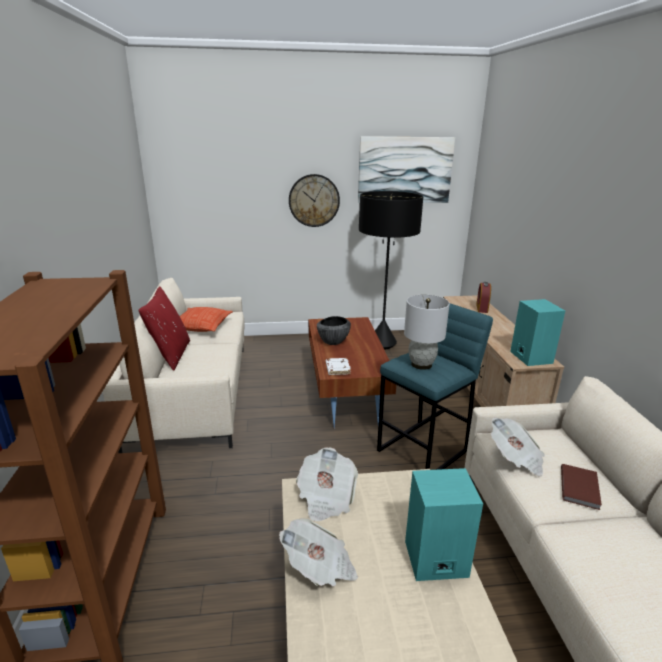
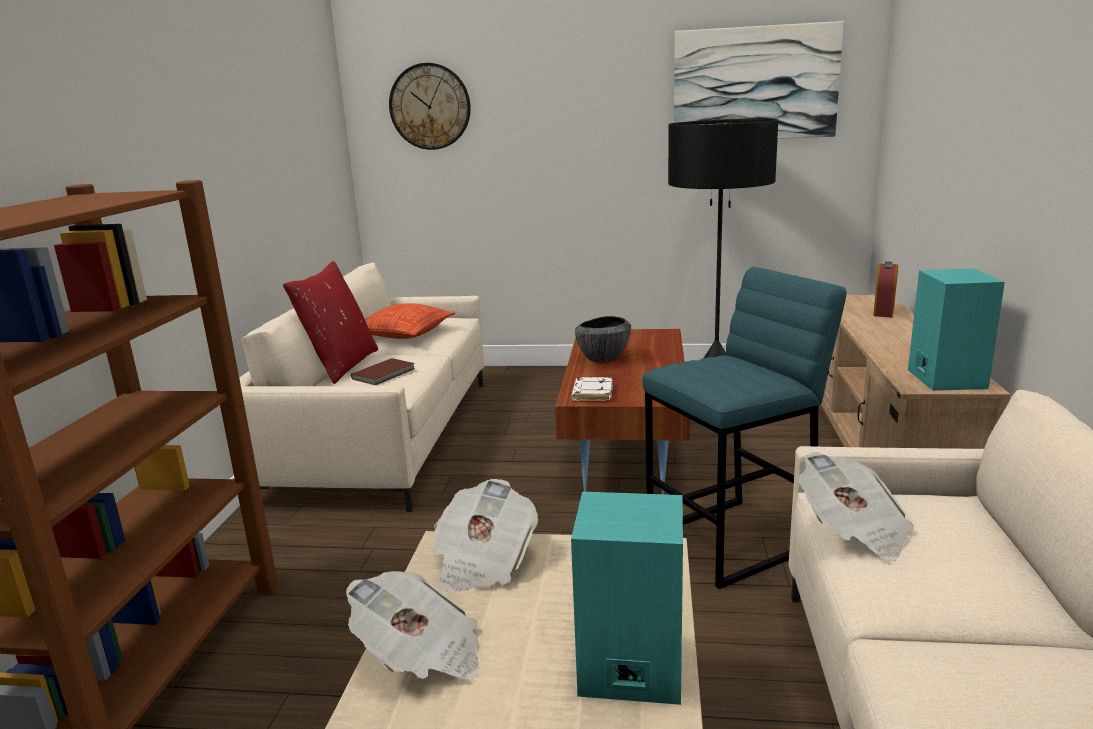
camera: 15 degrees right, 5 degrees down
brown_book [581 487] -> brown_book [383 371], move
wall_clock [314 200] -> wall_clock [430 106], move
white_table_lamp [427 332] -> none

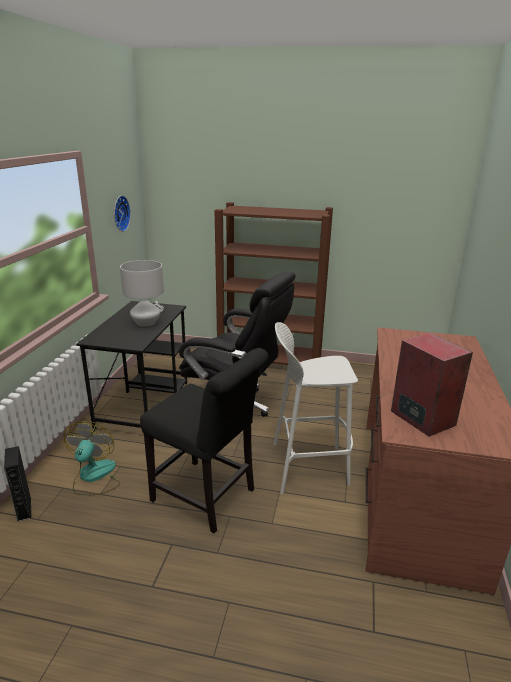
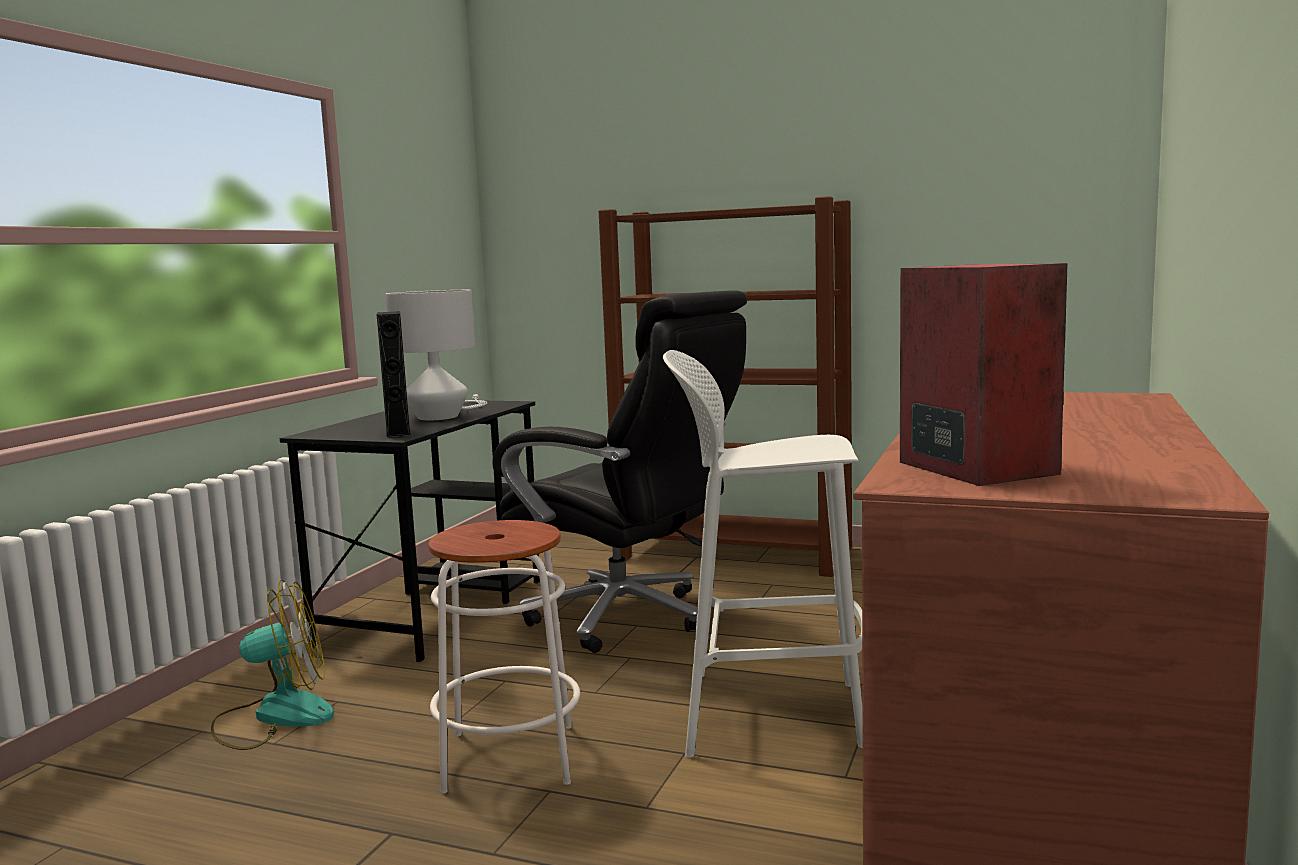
camera: 10 degrees right, 15 degrees down
fan [92 458] -> fan [272 664], 60 degrees clockwise
black_speaker [17 484] -> black_speaker [394 374], move
black_chair [204 440] -> white_stool [504 657]
wall_clock [122 214] -> none

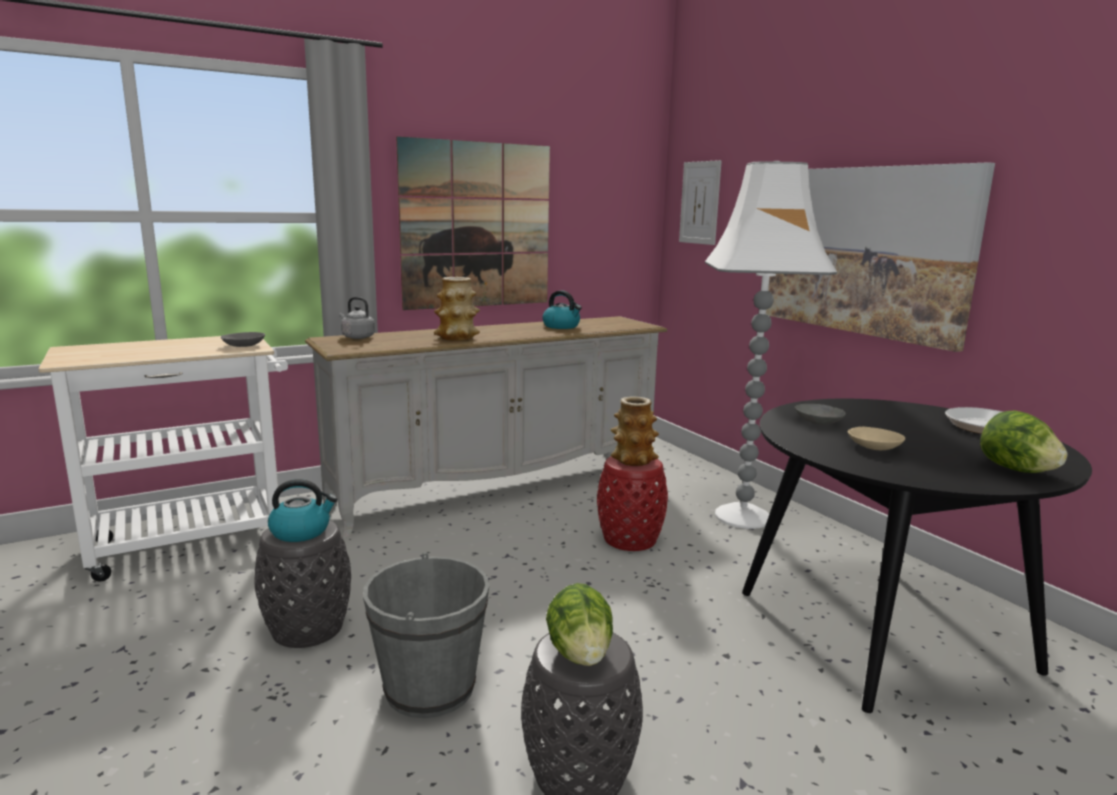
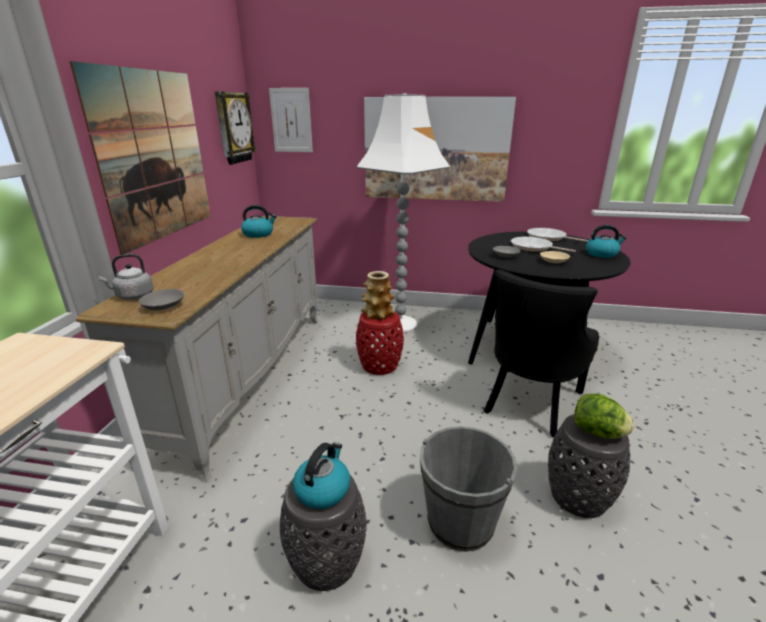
camera: 50 degrees left, 10 degrees up
grey_bowl [243 339] -> grey_bowl [161 300], move
none -> wall_clock [235 128]
none -> black_chair [541 354]
none -> frying_pan [543 244]
lettuce [1024 442] -> kettle [606 241]
vase [457 309] -> none

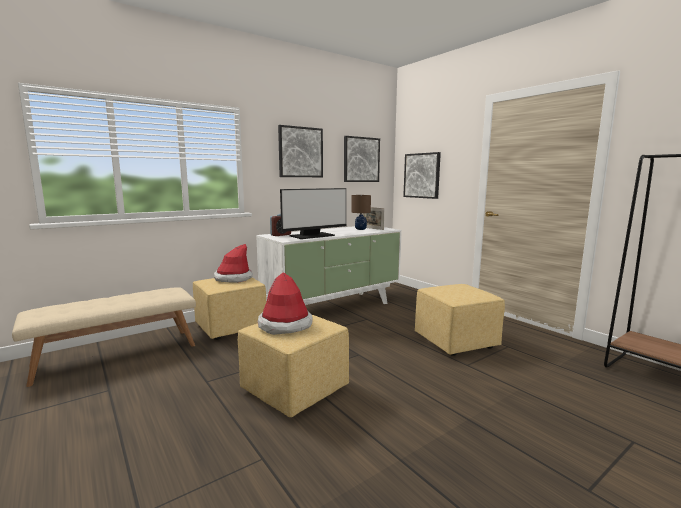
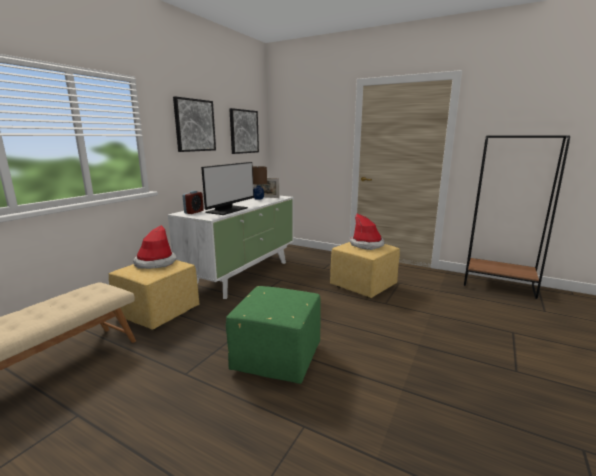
camera: 25 degrees left, 5 degrees up
yellow_ottoman [293 366] -> green_ottoman [273 335]
hat [285 303] -> hat [367 231], move
picture [422 175] -> none

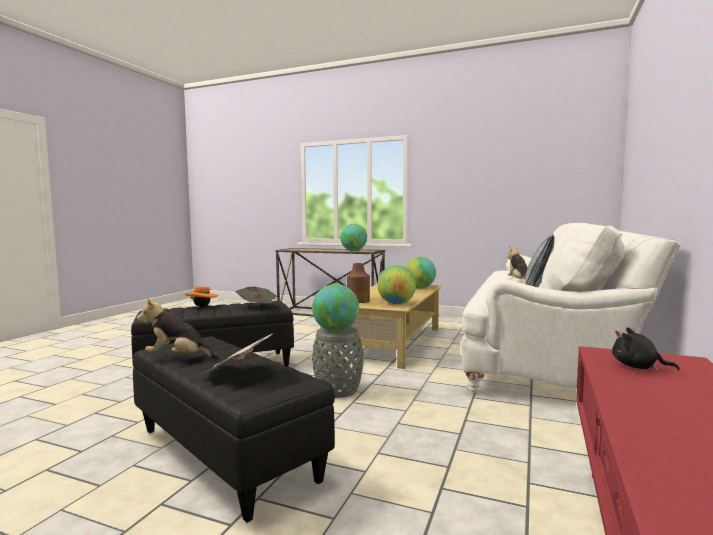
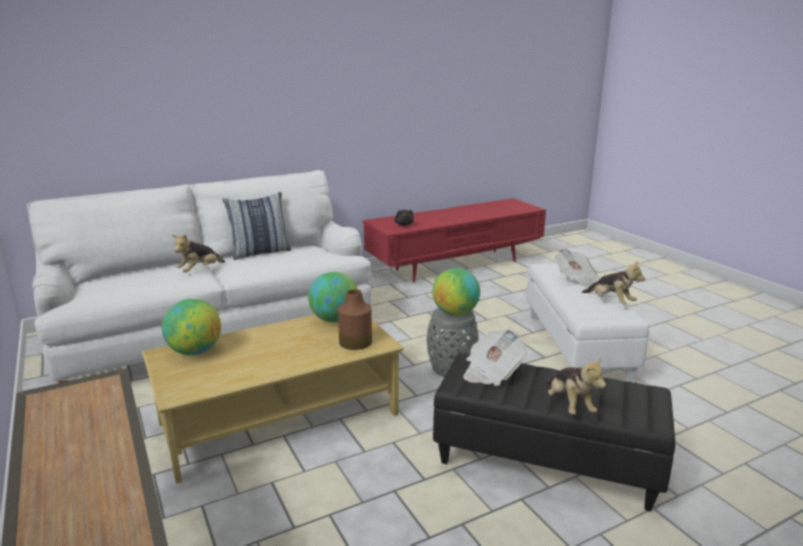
camera: 140 degrees left, 15 degrees up
black_ottoman [234 430] -> white_ottoman [587 322]
orange_hat [201 297] -> plush_toy [575 386]
globe [353 237] -> none

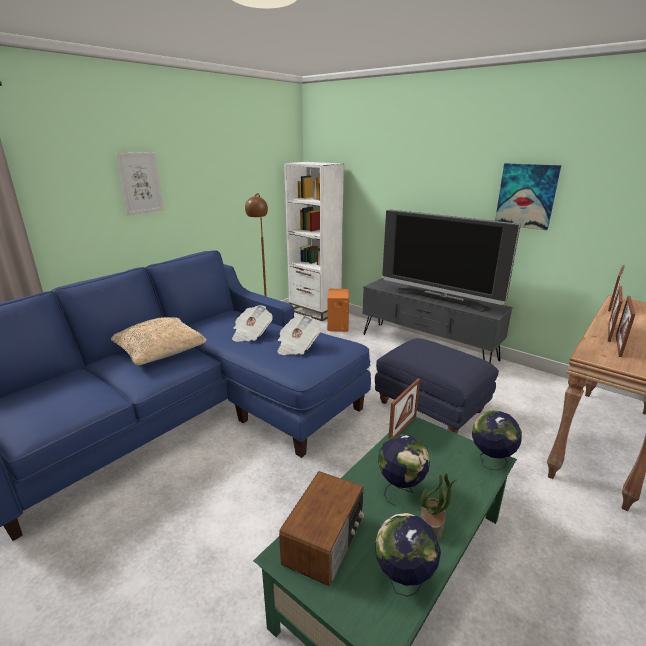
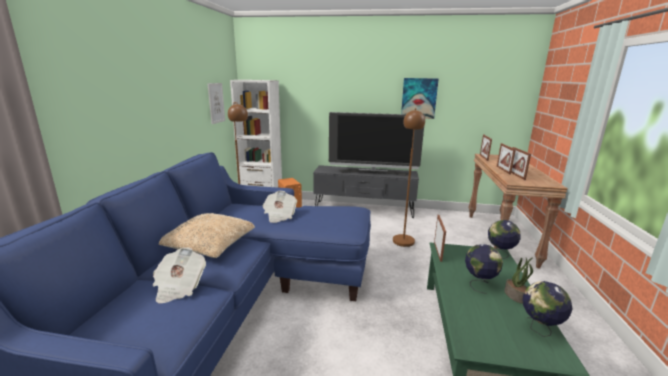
camera: 30 degrees left, 5 degrees down
newspaper [298 335] -> newspaper [179 275], move
picture [140 183] -> picture [216 103], move
blue_ottoman [437 386] -> brown_floor_lamp [409 177]
radio [322 529] -> none

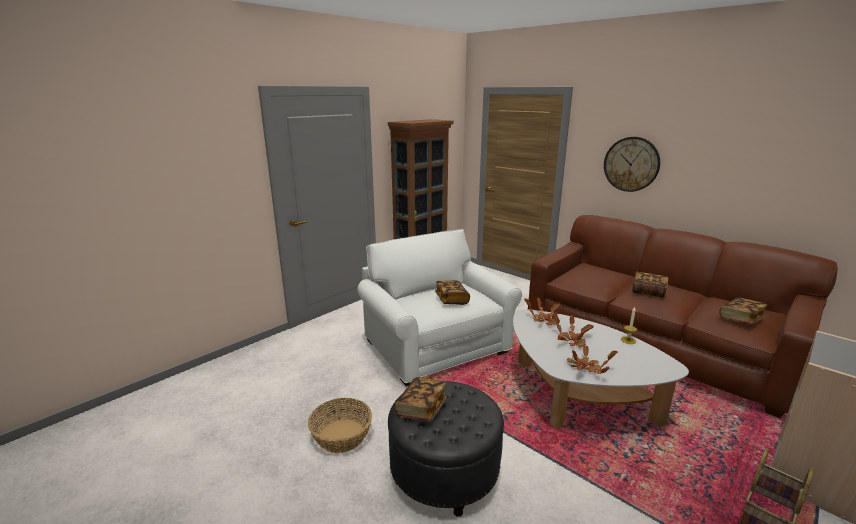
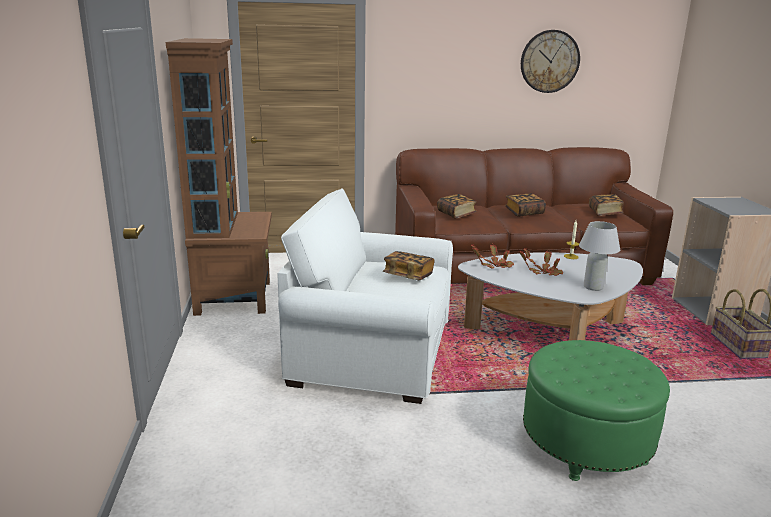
camera: 50 degrees left, 0 degrees up
book [421 399] -> book [457 206], move
wall_clock [632 164] -> wall_clock [550 61], move
black_ottoman [446 449] -> green_ottoman [596 410]
potted_plant [592 359] -> white_table_lamp [599 256]
basket [340 425] -> none

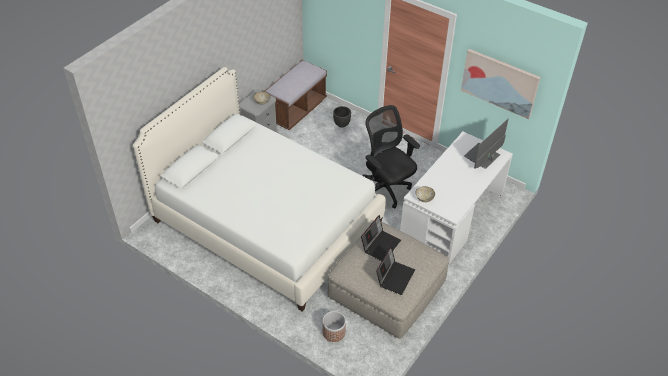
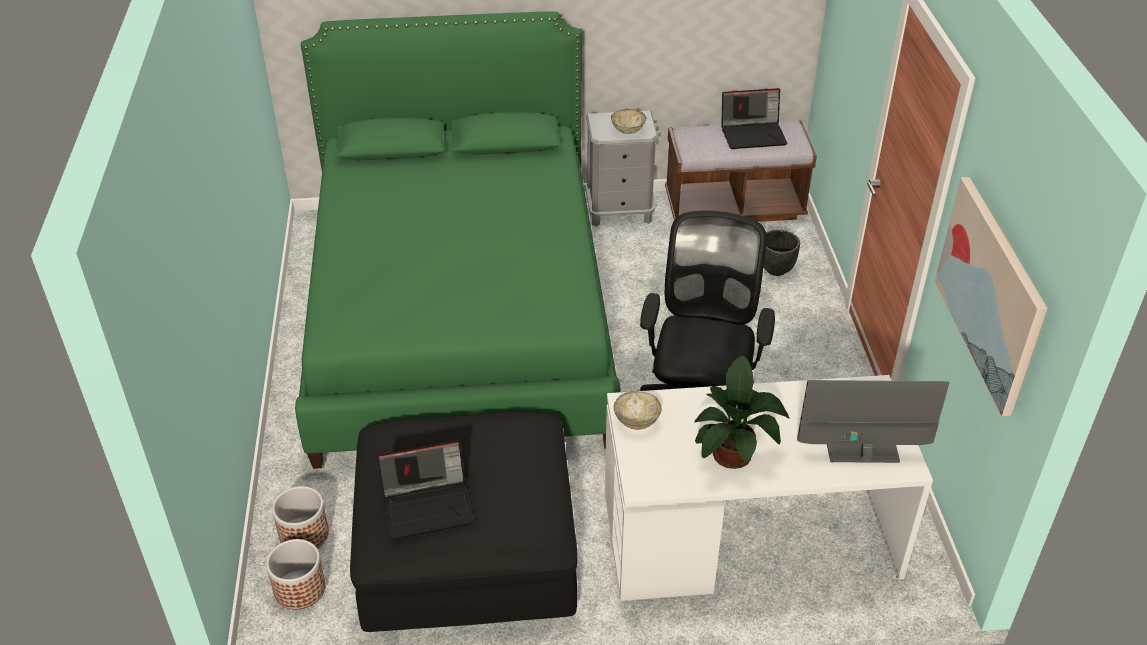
camera: 50 degrees right, 5 degrees down
none -> planter [296 574]
white_bed [259 189] -> green_bed [458 240]
beige_ottoman [388 280] -> black_ottoman [464 521]
none -> potted_plant [741 412]
laptop [381 238] -> laptop [754 118], move

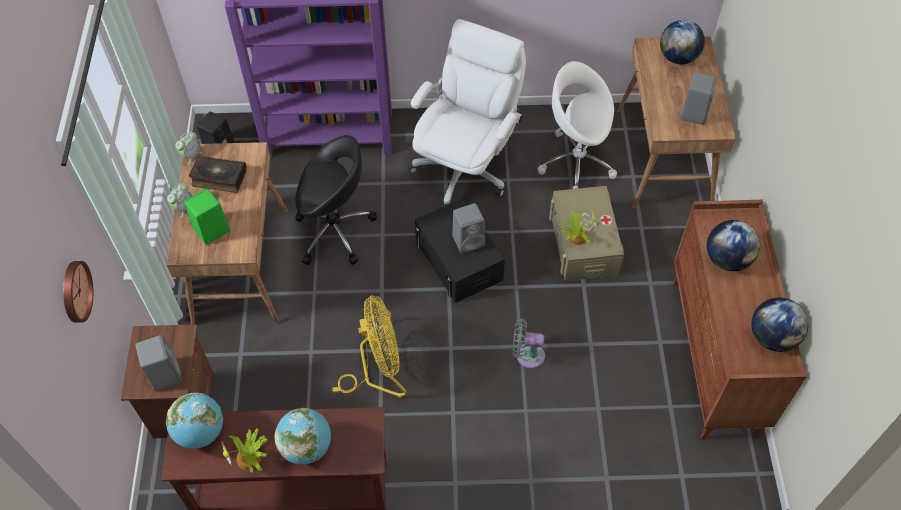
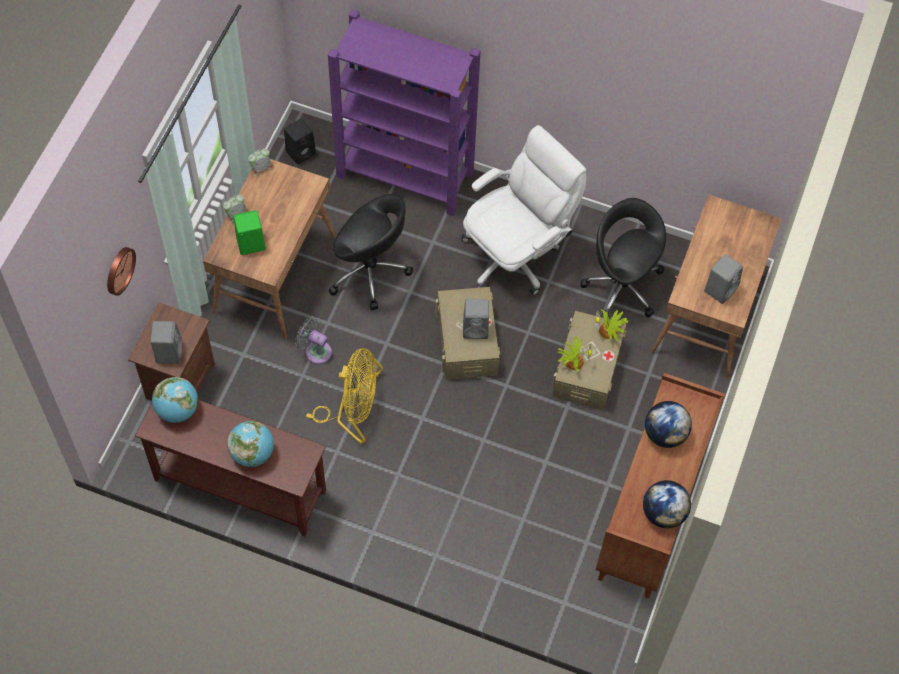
camera: 20 degrees right, 5 degrees up
grey_fan [529 344] -> grey_fan [313 340], move
black_storage_box [460 250] -> beige_storage_box [468 333]
white_office_chair [577 125] -> black_office_chair [623 258]
potted_plant [244 450] -> potted_plant [611 325], move
book [218 174] -> none
globe [682 42] -> none

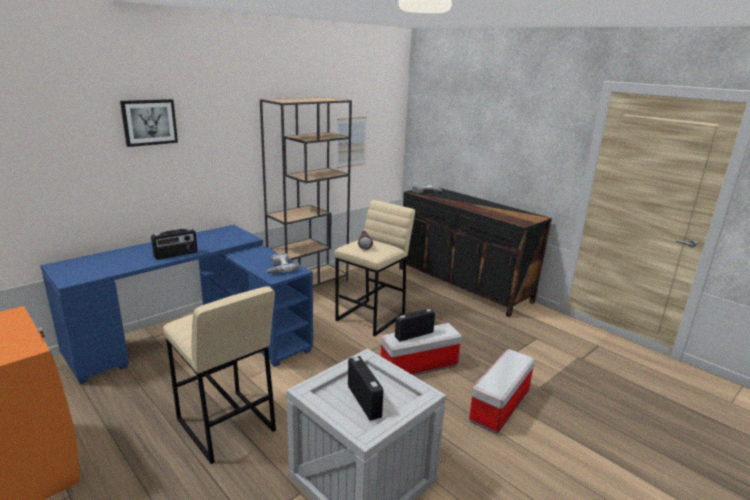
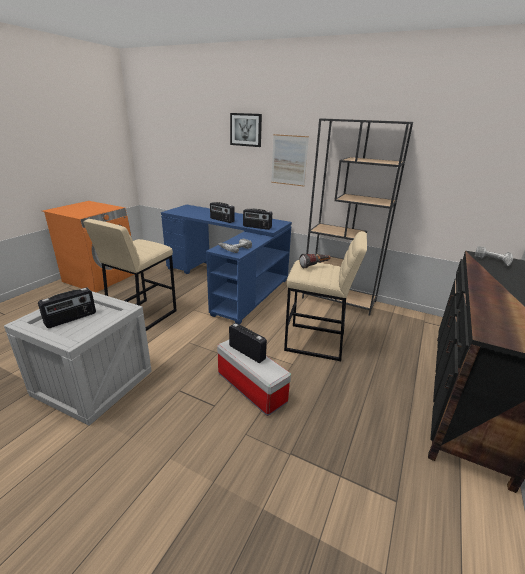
camera: 70 degrees right, 5 degrees up
none -> radio [257 219]
picture [351 142] -> picture [290 160], move
storage_box [502 391] -> none

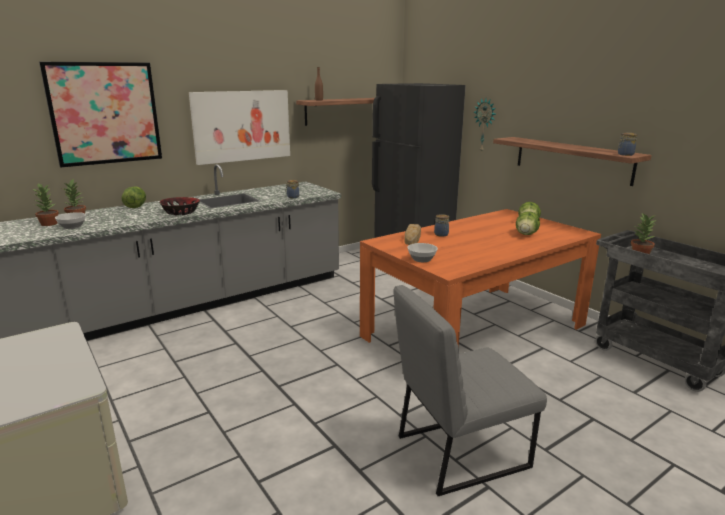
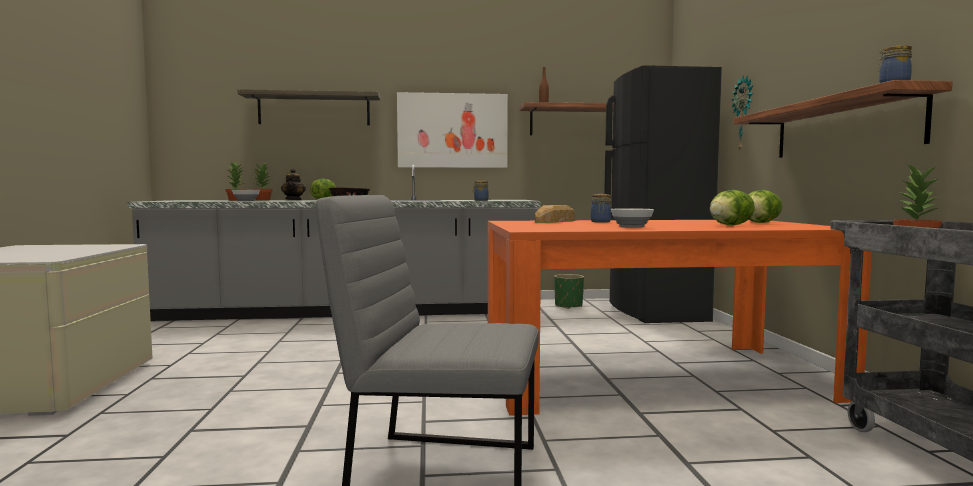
camera: 30 degrees right, 15 degrees down
picture [100 115] -> shelf [309 107]
none -> teapot [293 184]
none -> green_planter [569 291]
bowl [422 252] -> bowl [632 218], move

